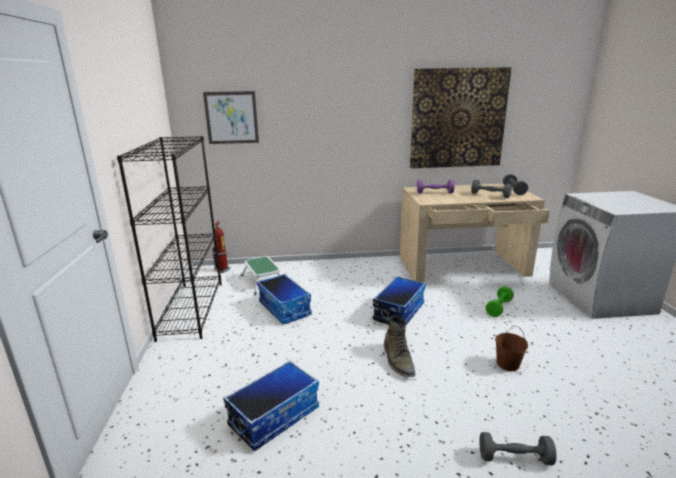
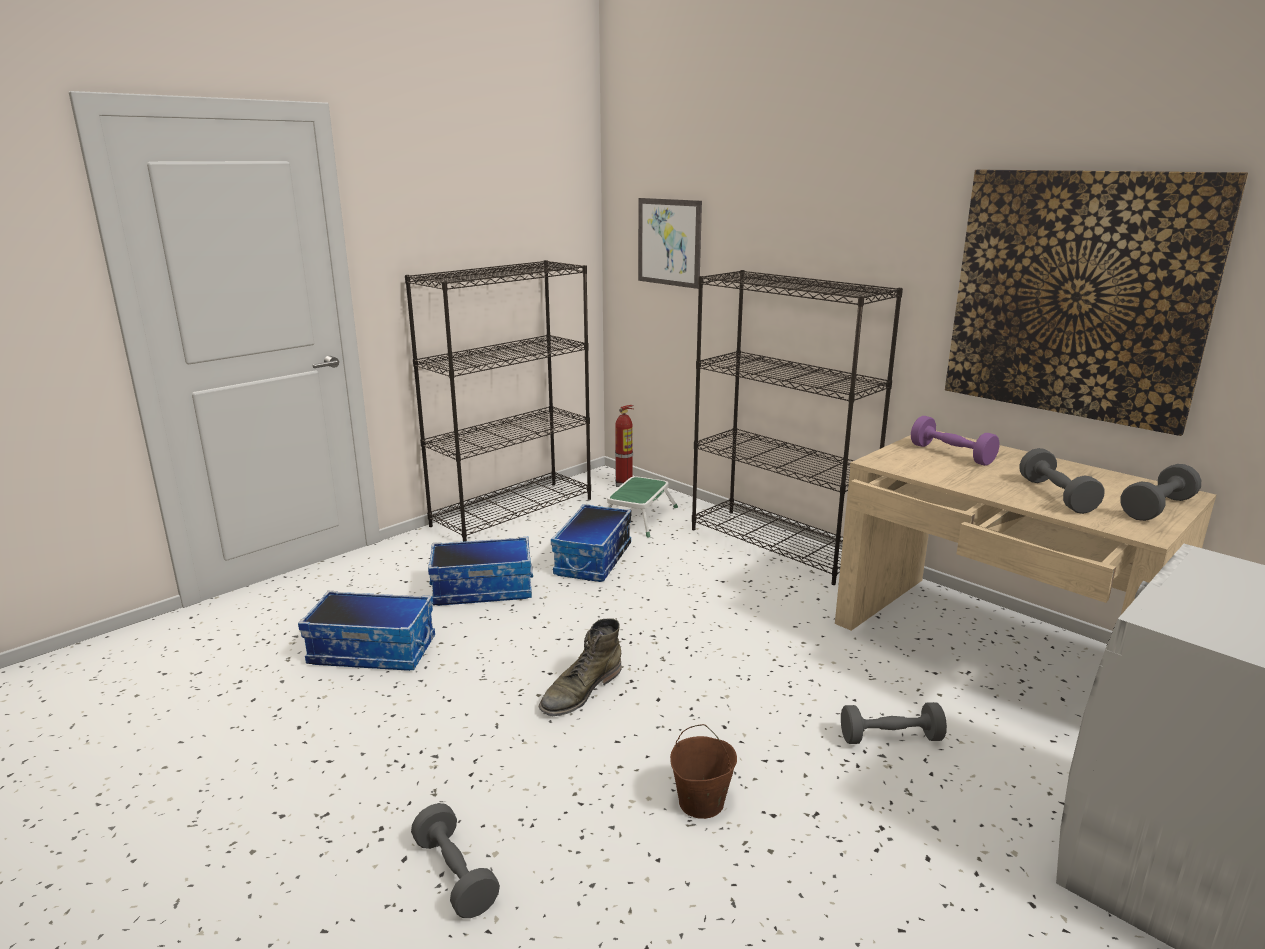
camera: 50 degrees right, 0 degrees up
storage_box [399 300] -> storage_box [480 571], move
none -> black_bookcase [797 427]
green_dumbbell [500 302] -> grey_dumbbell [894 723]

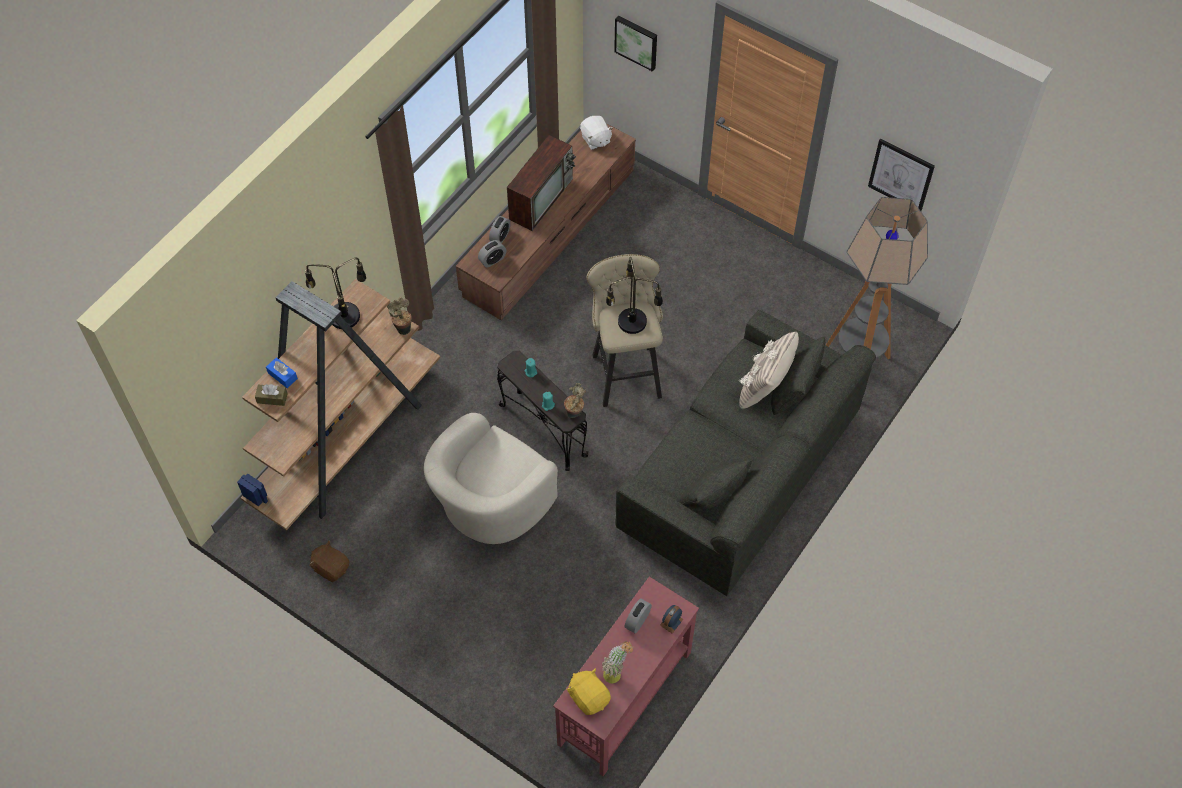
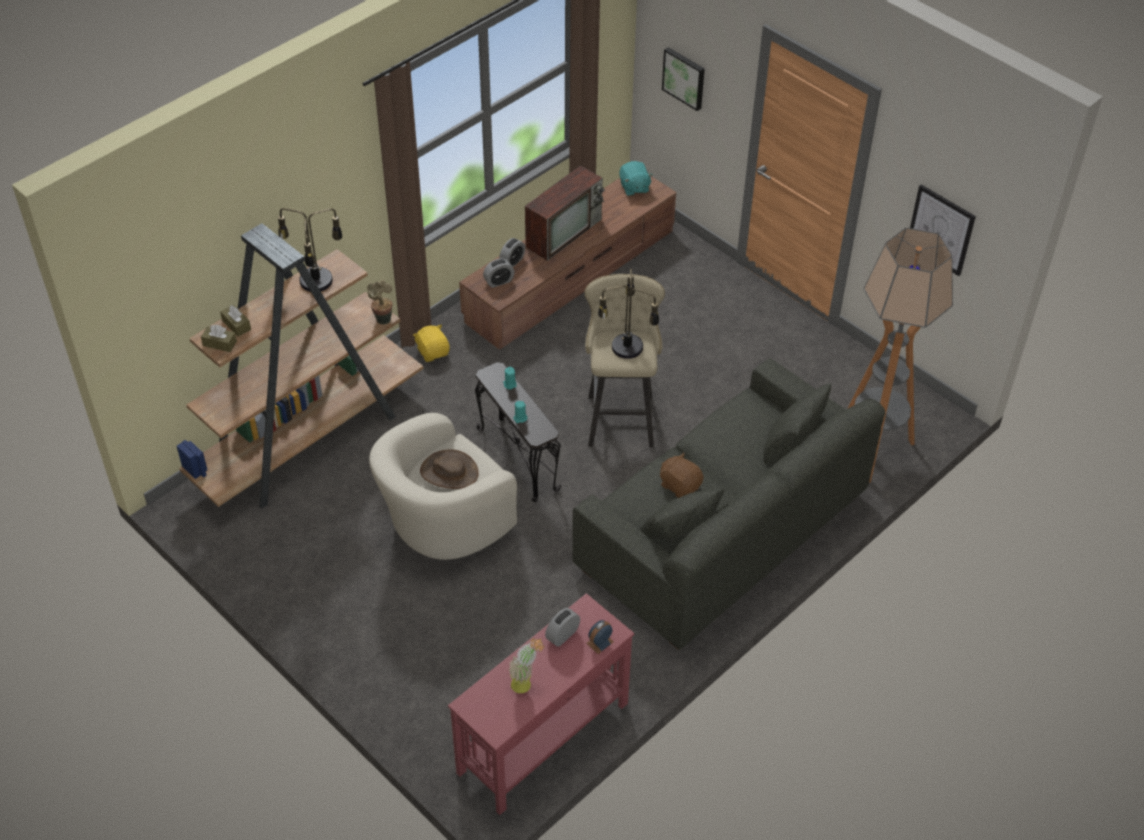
camera: 10 degrees right, 10 degrees down
blue_tissue_box [282 373] -> brown_tissue_box [235 321]
yellow_plush_toy [589 691] -> yellow_plush_toy [431 343], move
none -> brown_hat [449 469]
white_plush_toy [596 133] -> turquoise_plush_toy [636 178]
brown_plush_toy [329 561] -> brown_plush_toy [682 475], move
potted_plant [575 400] -> none
beige_pillow [769 370] -> none

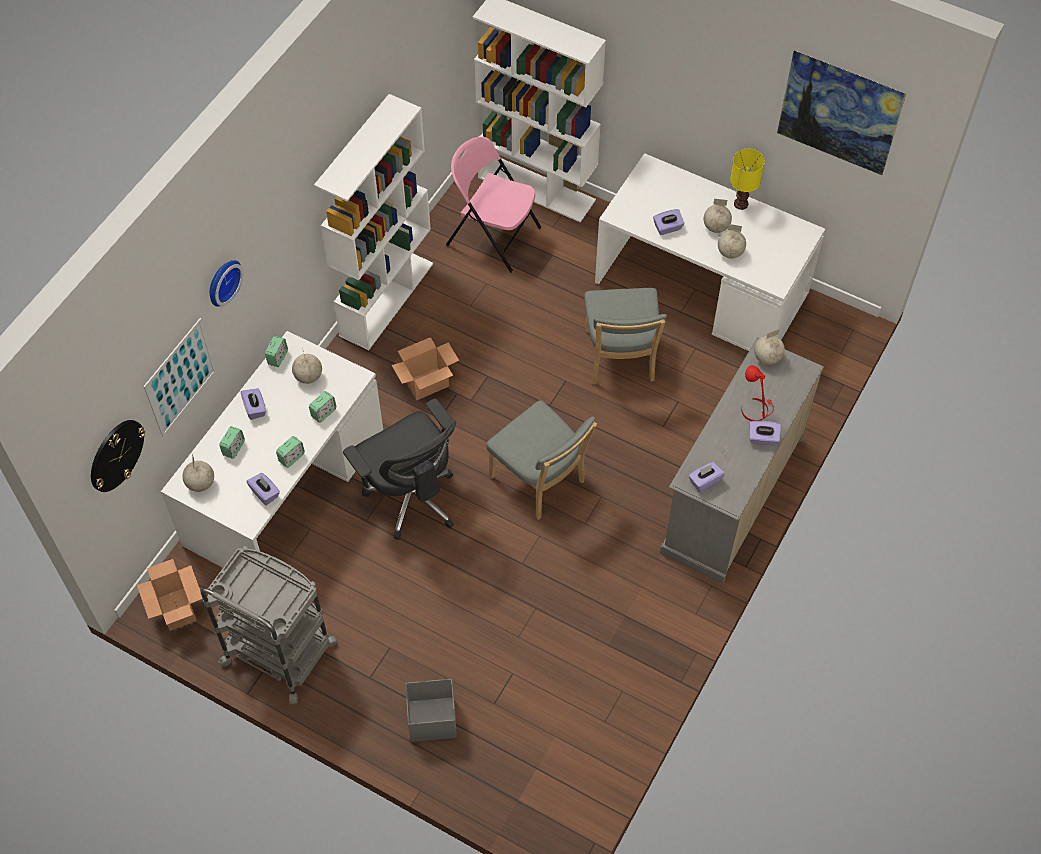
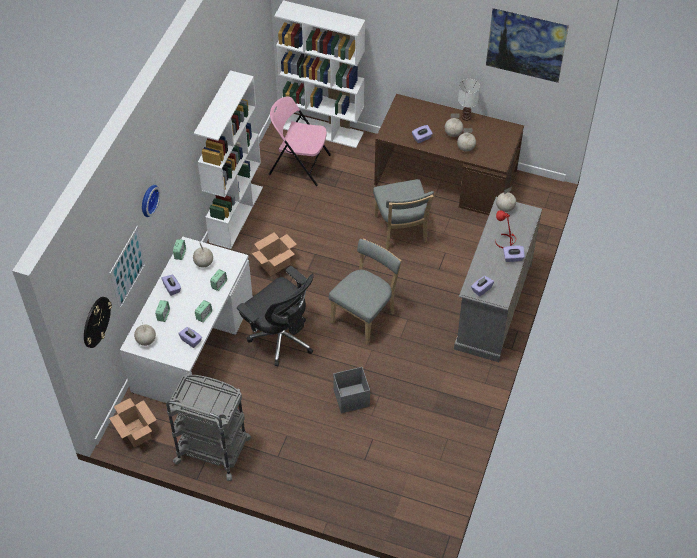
camera: 10 degrees left, 5 degrees down
grey_chair [541 460] -> grey_chair [365 292], 90 degrees counterclockwise
grey_storage_box [431 710] -> grey_storage_box [351 390], move
white_desk [710 252] -> brown_desk [449 154]
yellow_table_lamp [747 179] -> white_table_lamp [469 100]

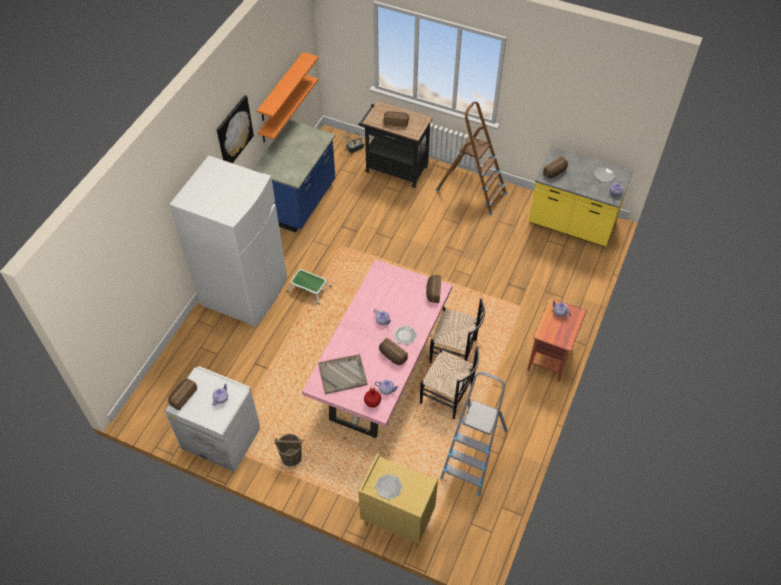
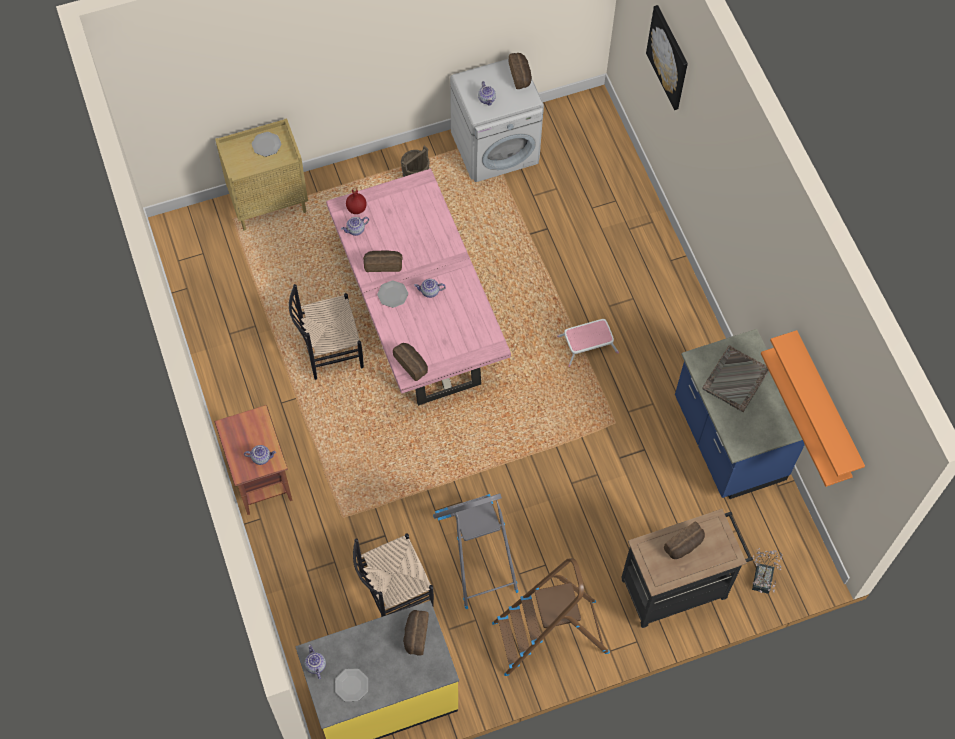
camera: 135 degrees right, 10 degrees up
black_chair [457 330] -> black_chair [393 575], move
grey_step_ladder [474 434] -> grey_step_ladder [475 551], move
green_step_ladder [309 287] -> pink_step_ladder [588 343]
picture [235 129] -> picture [667 57], move
grey_tray [342 374] -> grey_tray [735 378], move
white_fridge [228 241] -> none

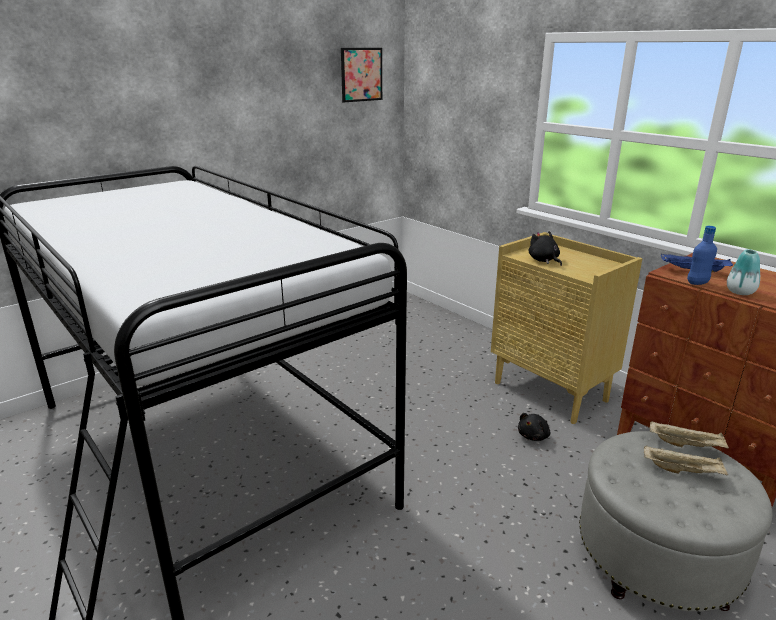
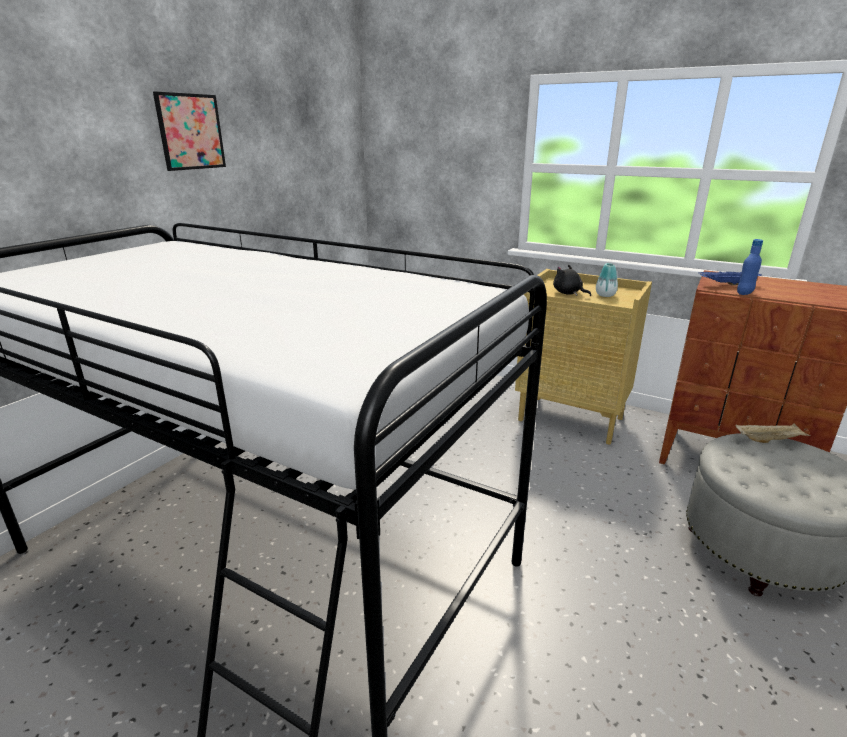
camera: 20 degrees left, 0 degrees up
picture [361 75] -> picture [189 131], move
vase [743 272] -> vase [607 280], move
black_plush_toy [534 427] -> none
beige_tray [686 460] -> none

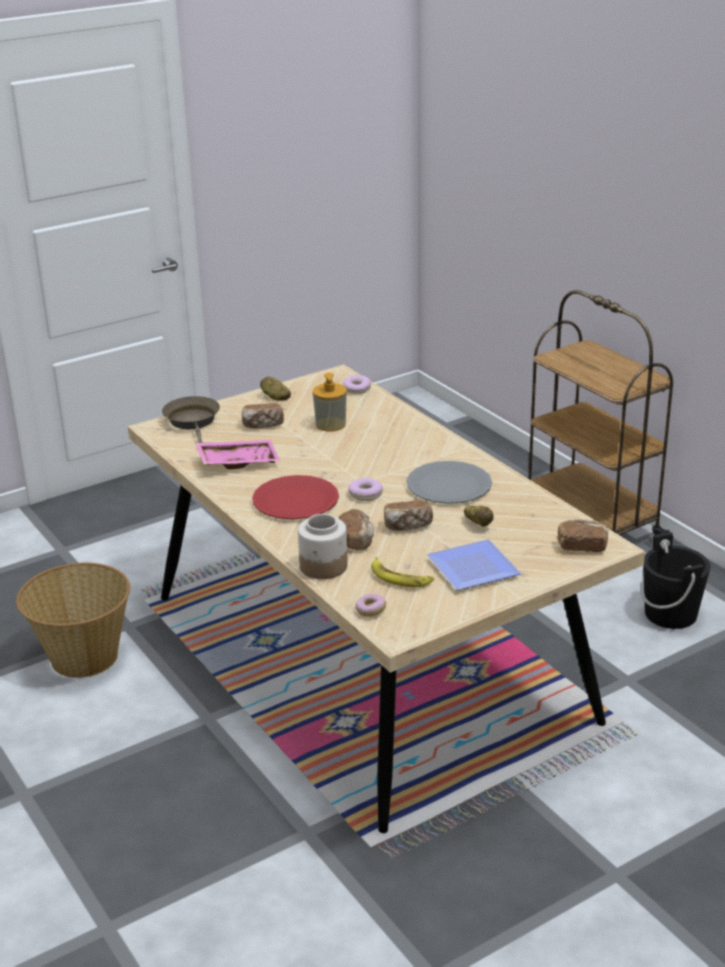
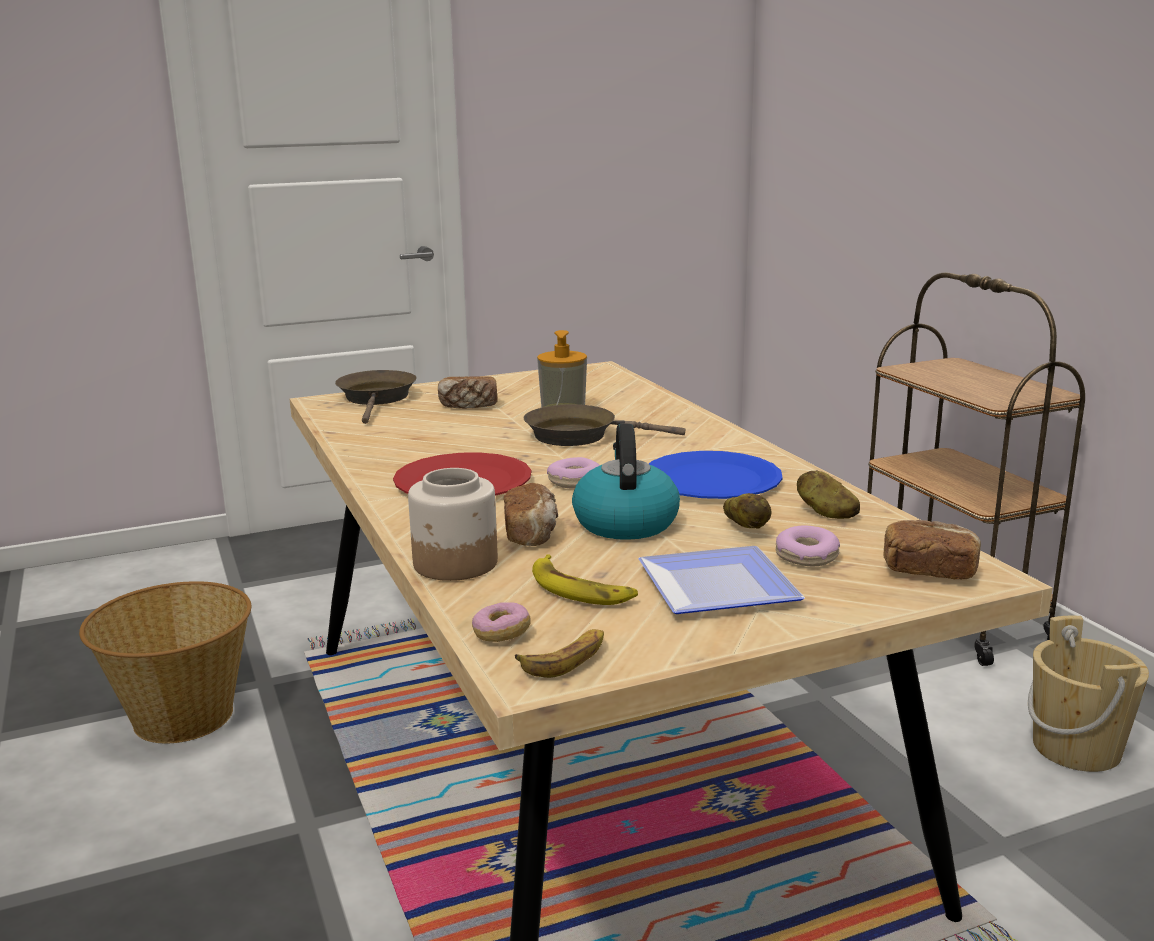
camera: 10 degrees right, 10 degrees down
none -> banana [559 653]
none -> brown_frying_pan [604 425]
bread [408 515] -> kettle [626 482]
grey_plate [449 482] -> blue_plate [716 475]
donut [357 384] -> donut [808 545], move
potato [275 389] -> potato [828 494], move
black_bucket [675 580] -> beige_bucket [1088 694]
pink_tray [238 454] -> none

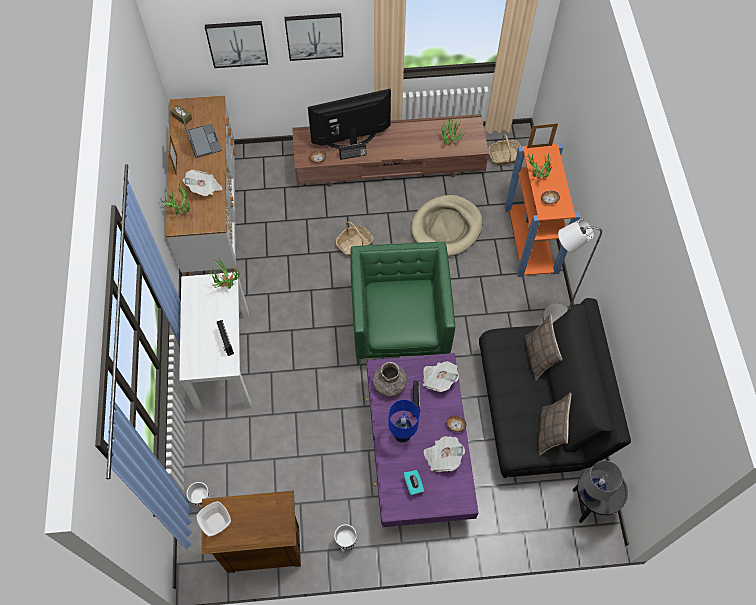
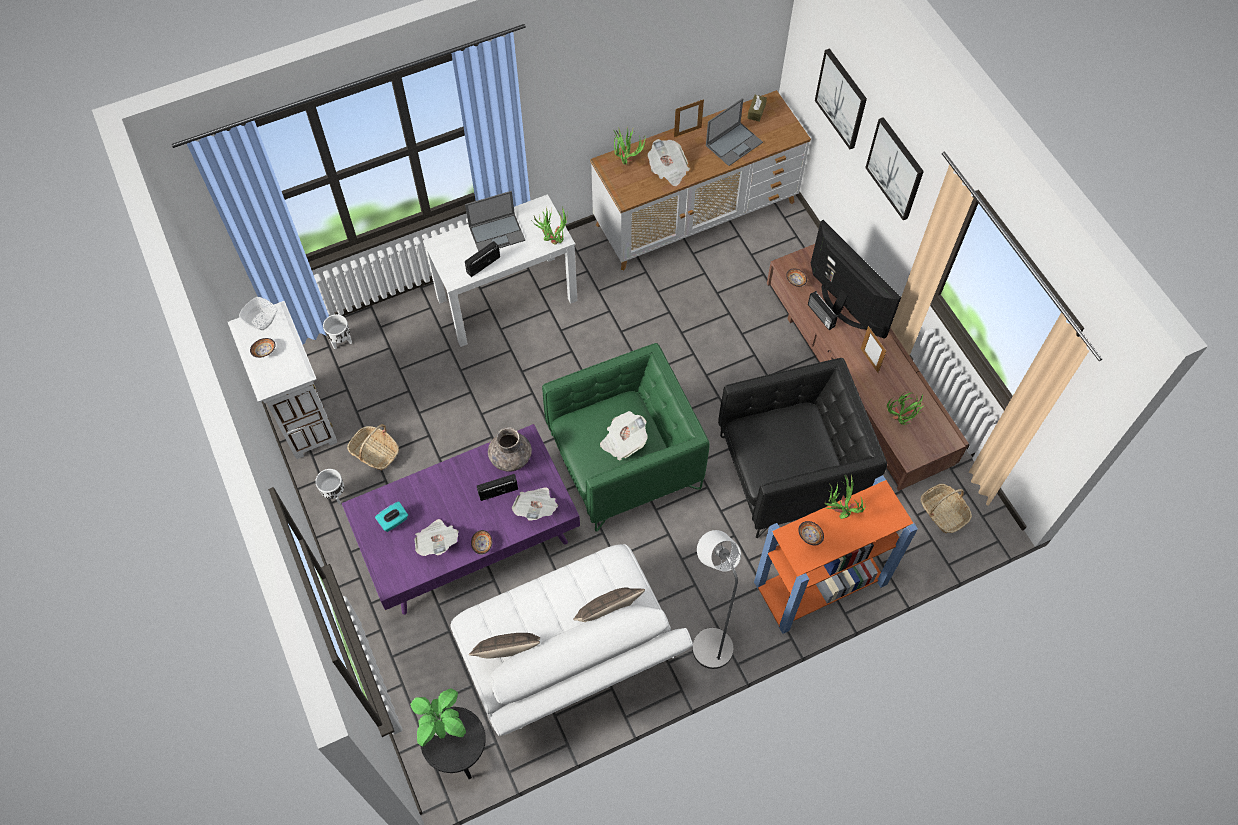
camera: 70 degrees right, 0 degrees up
brown_cabinet [251 532] -> white_cabinet [282 380]
none -> bowl [263 348]
basket [355 239] -> basket [373 447], move
grey_table_lamp [603 481] -> potted_plant [438 717]
black_sofa [555 388] -> white_sofa [572 640]
none -> laptop [495 221]
none -> newspaper [624 436]
beige_dog_bed [447 225] -> black_armchair [802 448]
picture_frame [542 135] -> picture_frame [873 349], move
blue_table_lamp [403 421] -> none

